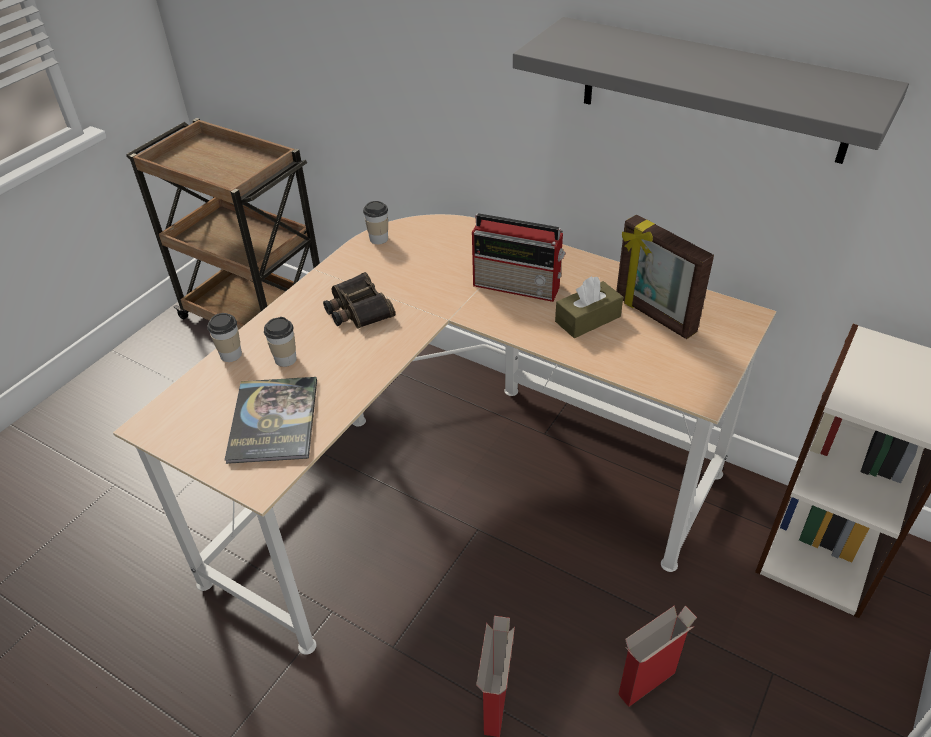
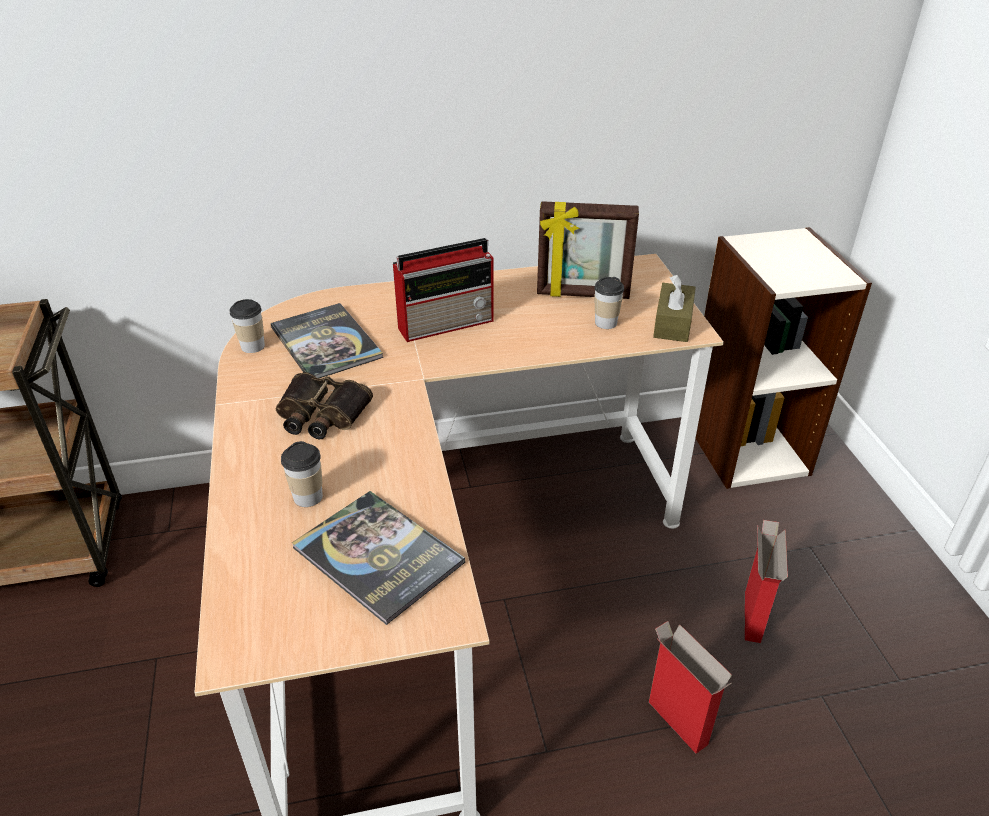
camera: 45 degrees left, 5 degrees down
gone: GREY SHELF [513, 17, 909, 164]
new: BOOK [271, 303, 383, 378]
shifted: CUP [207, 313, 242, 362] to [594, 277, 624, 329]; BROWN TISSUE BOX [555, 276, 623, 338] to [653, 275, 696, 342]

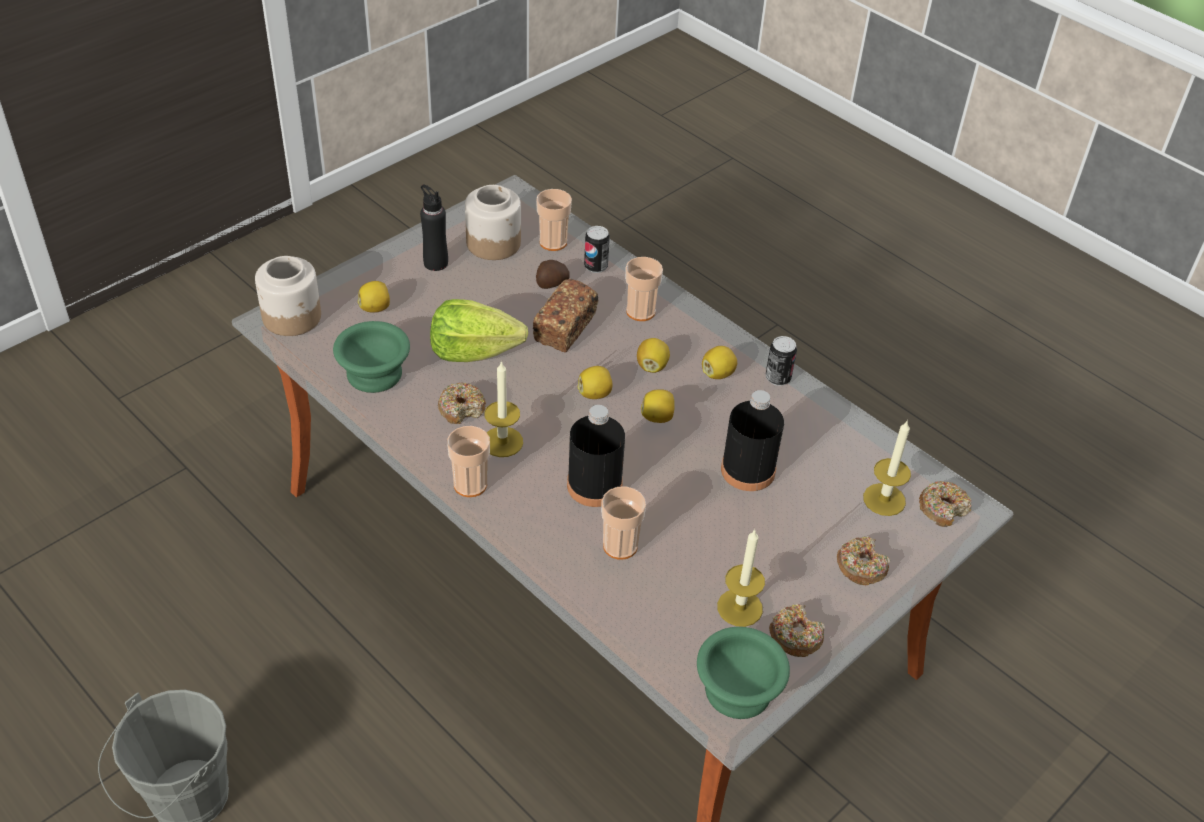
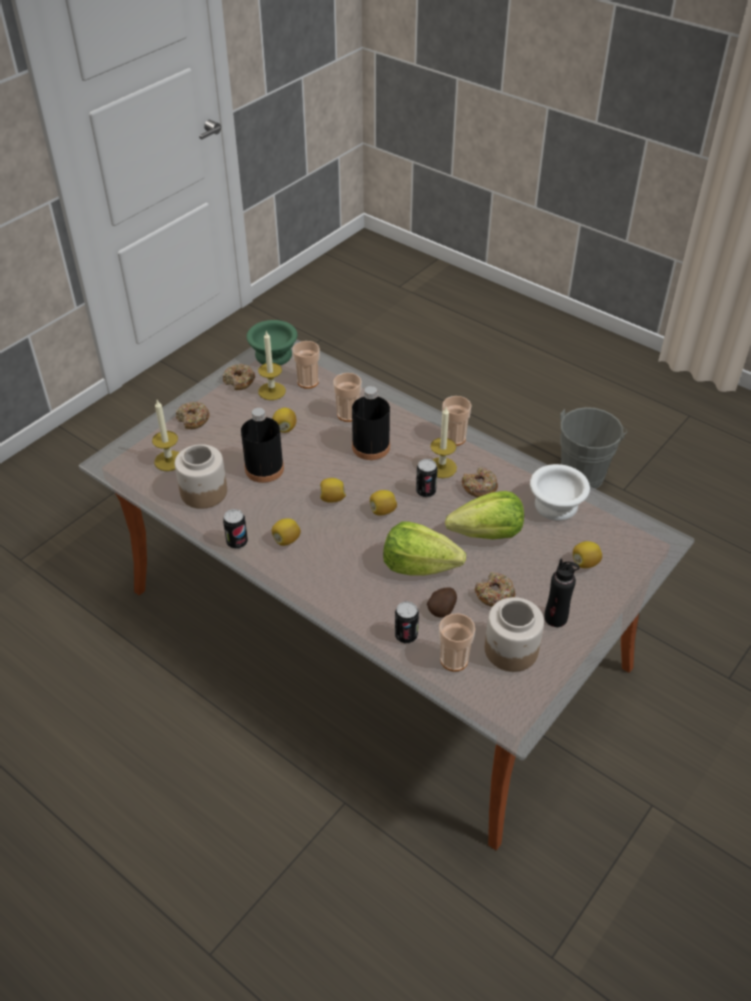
camera: 175 degrees right, 0 degrees up
new: CAN [416, 459, 438, 498]
shifted: JAR [255, 256, 321, 336] to [175, 444, 227, 509]; LEMON [637, 338, 670, 373] to [272, 408, 296, 433]; CUP [625, 257, 663, 321] to [292, 341, 320, 389]; DONUT [919, 481, 972, 527] to [475, 572, 515, 607]
swapped: BREAD [533, 279, 598, 352] to LETTUCE [383, 521, 466, 576]
repainted: GREEN BOWL [333, 321, 410, 393] to WHITE BOWL [530, 464, 590, 521]

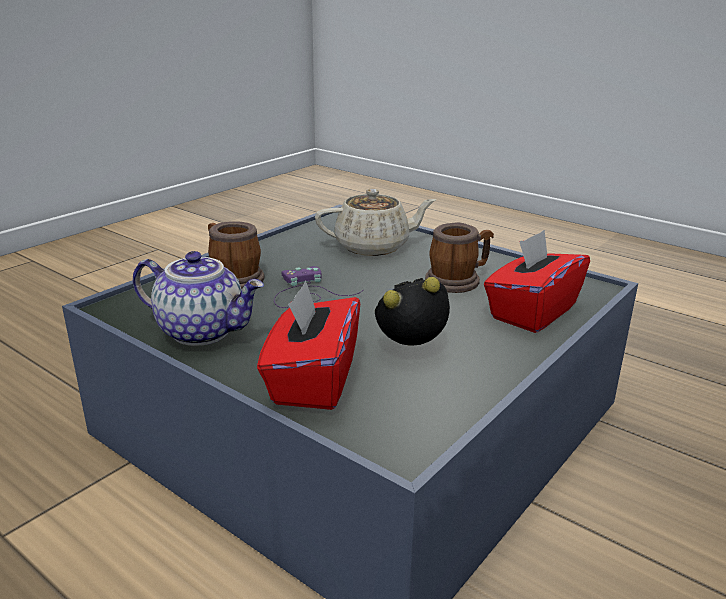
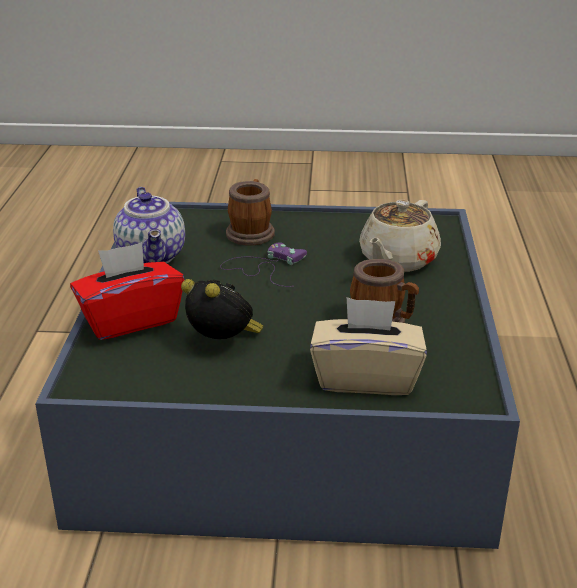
camera: 55 degrees right, 5 degrees up
repainted: RED TISSUE BOX [484, 230, 590, 333] to BEIGE TISSUE BOX [310, 298, 427, 395]
rotated: BEIGE TEAPOT [315, 189, 437, 256] = [359, 200, 441, 272] 75 degrees clockwise

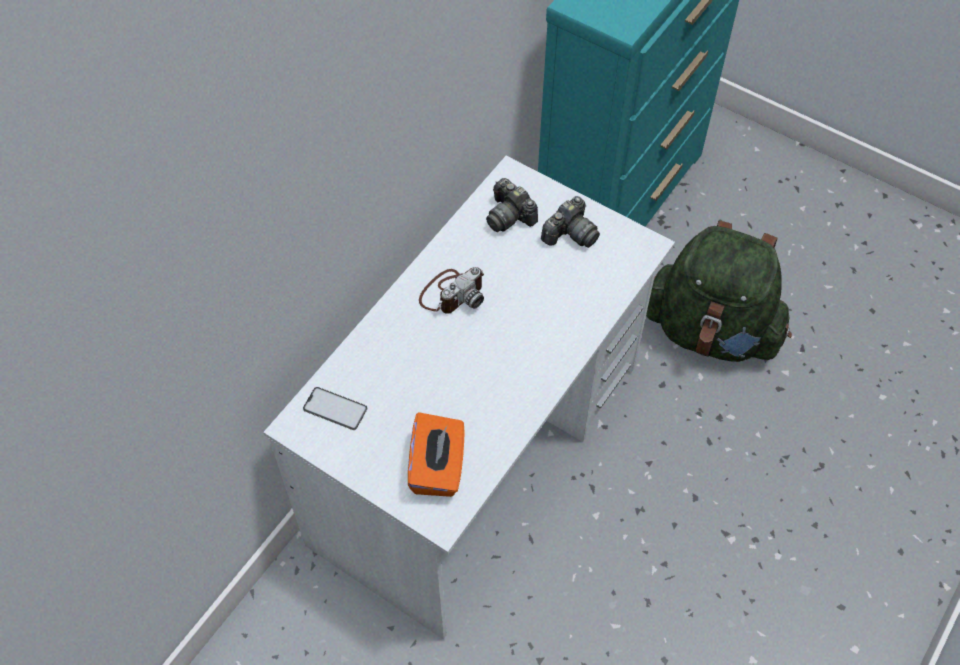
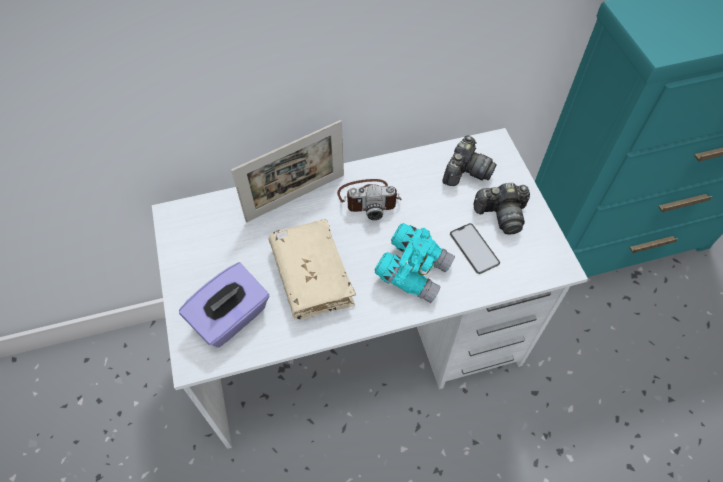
camera: 40 degrees right, 0 degrees up
gone: GREEN BACKPACK [646, 220, 792, 362]
new: PICTURE FRAME [231, 120, 344, 222]; BEIGE BOOK [268, 219, 356, 320]; TURQUOISE BINOCULARS [374, 223, 455, 303]
shifted: PHONE [303, 387, 367, 430] to [450, 223, 500, 274]
repainted: ORANGE TISSUE BOX [408, 412, 465, 497] to PURPLE TISSUE BOX [179, 262, 270, 348]
rotated: PHOTO CAMERA [486, 178, 538, 232] = [442, 136, 497, 186] 150 degrees counterclockwise

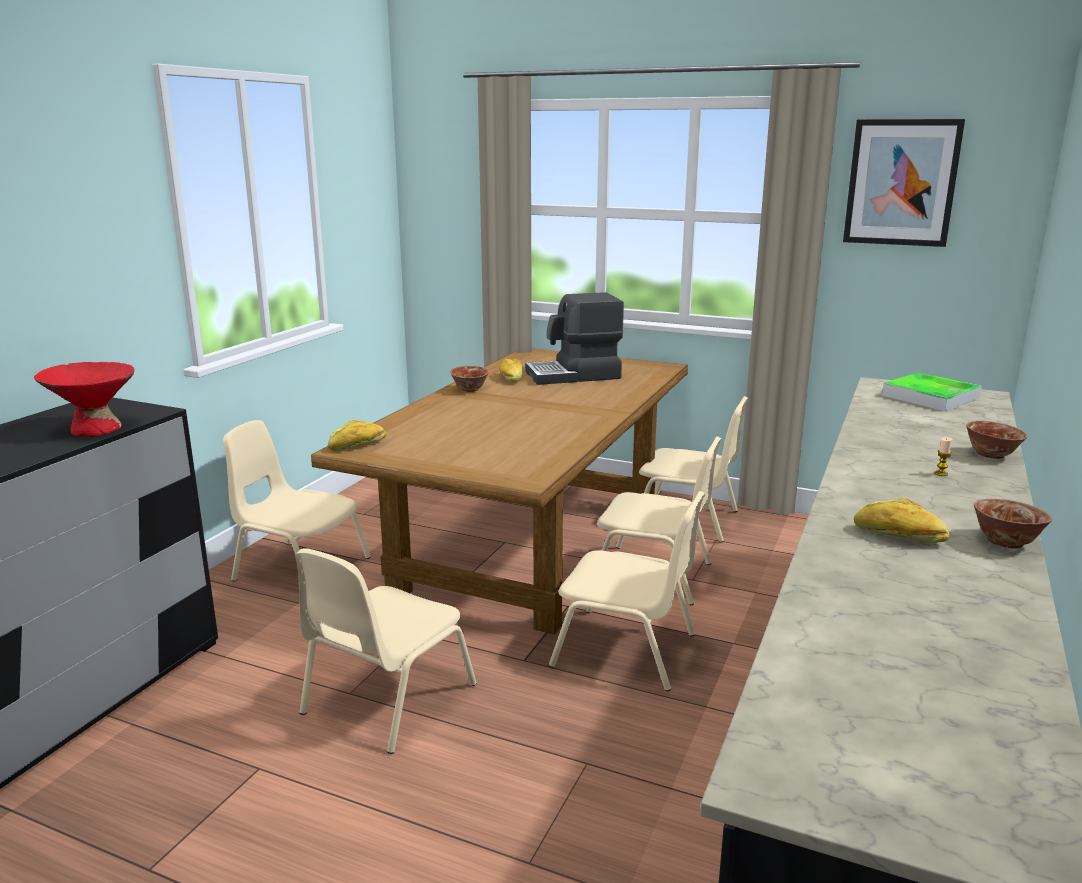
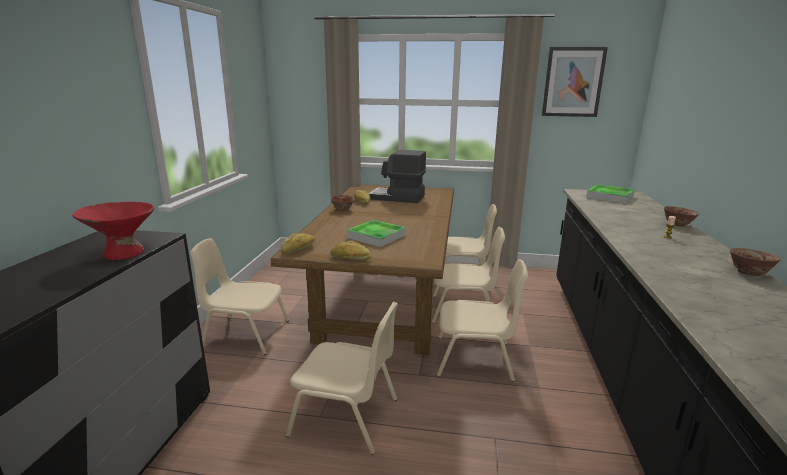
camera: 15 degrees left, 0 degrees up
new: TRAY [347, 220, 406, 247]
shifted: BREAD [854, 499, 949, 543] to [330, 240, 371, 260]
rotated: BEIGE CHAIR [295, 548, 477, 754] = [286, 302, 398, 455] 90 degrees counterclockwise; COFFEE MACHINE [525, 292, 624, 385] = [369, 150, 426, 203] 45 degrees clockwise

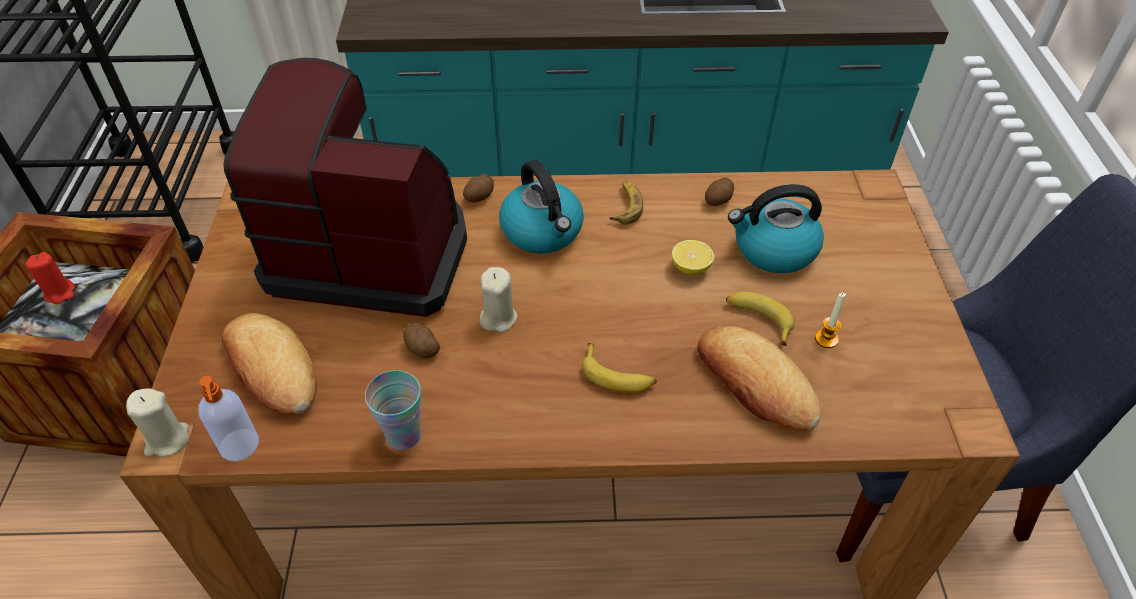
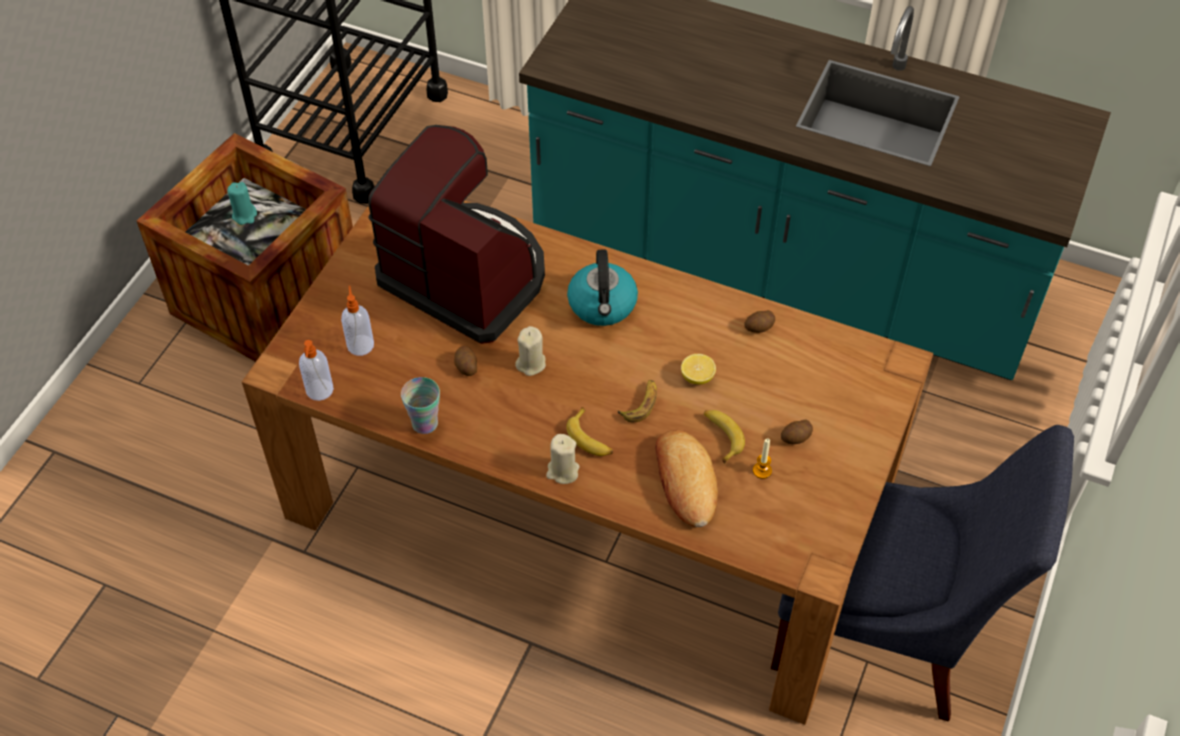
camera: 25 degrees right, 5 degrees up
gone: KETTLE [728, 184, 824, 273]
shifted: BEIGE CANDLE [126, 388, 189, 457] to [546, 434, 580, 484]; BANANA [609, 181, 643, 224] to [617, 380, 657, 422]; POTATO [463, 174, 494, 202] to [781, 419, 813, 444]
swapped: BREAD [222, 313, 317, 415] to SOAP DISPENSER [341, 286, 374, 356]
repainted: RED CANDLE [26, 252, 75, 304] to TURQUOISE CANDLE [227, 182, 257, 225]

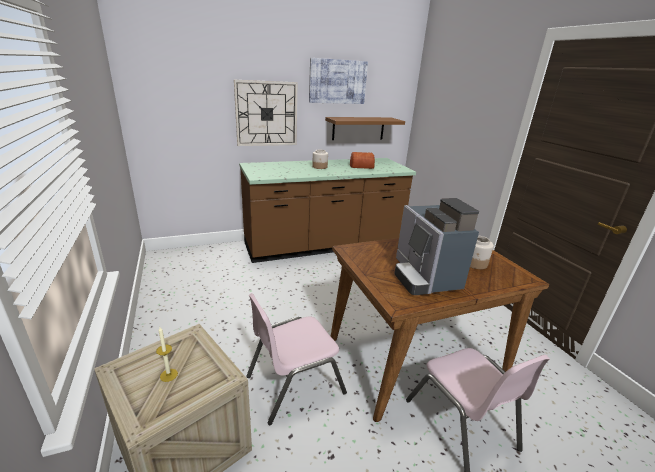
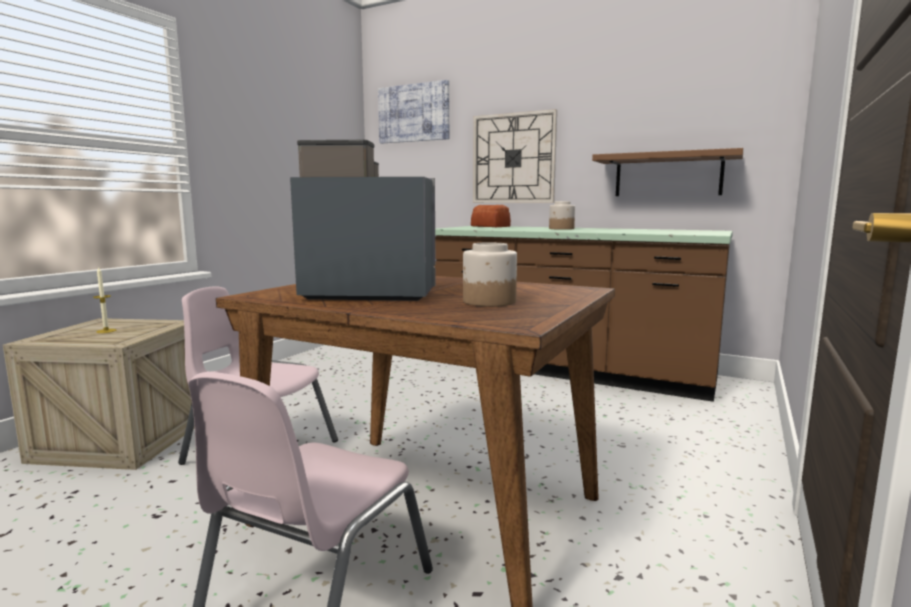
camera: 50 degrees right, 15 degrees down
shifted: PICTURE [309, 58, 368, 104] to [378, 80, 449, 143]; BREAD [350, 152, 375, 169] to [471, 205, 511, 227]
rotated: COFFEE MACHINE [394, 198, 479, 295] = [290, 140, 436, 301] 60 degrees clockwise

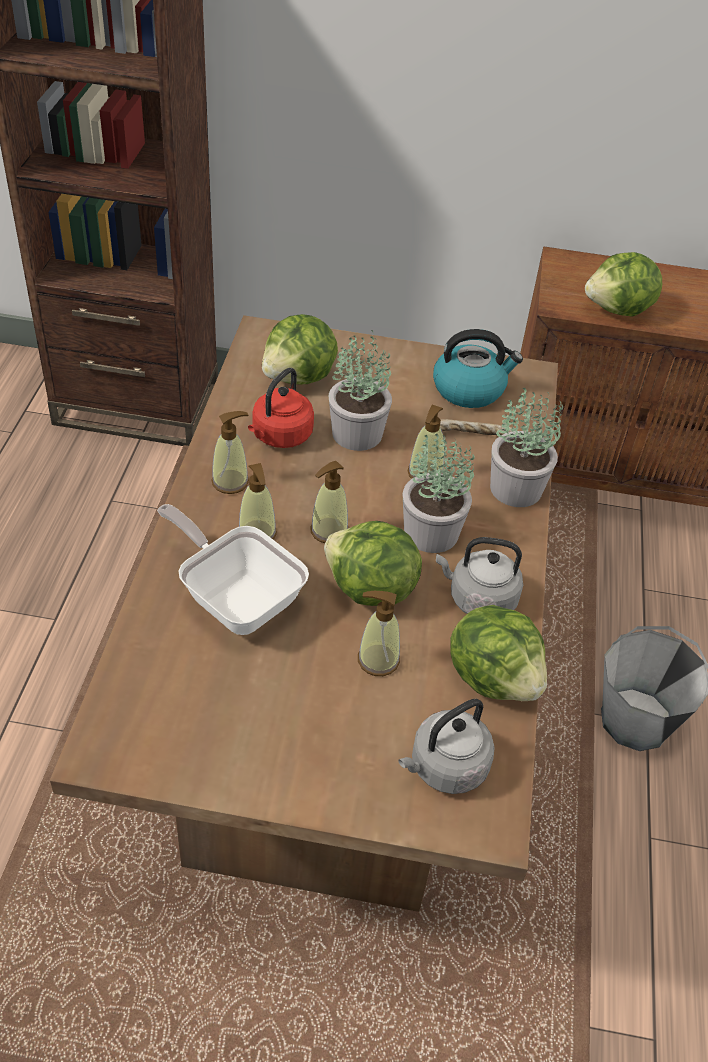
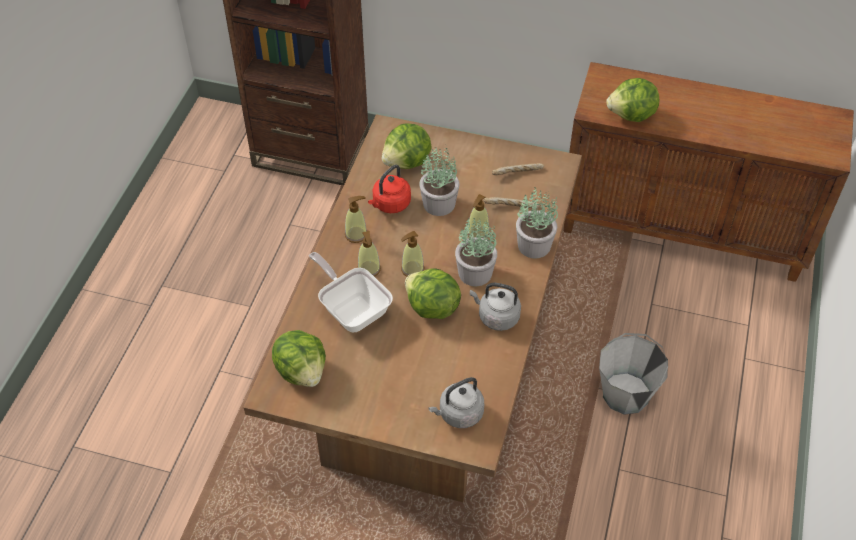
camera: 10 degrees right, 5 degrees up
gone: SOAP DISPENSER [358, 591, 400, 676]
shifted: LETTUCE [450, 605, 547, 701] to [272, 330, 326, 387]
swapped: KETTLE [433, 329, 523, 408] to BREAD [492, 163, 545, 175]

